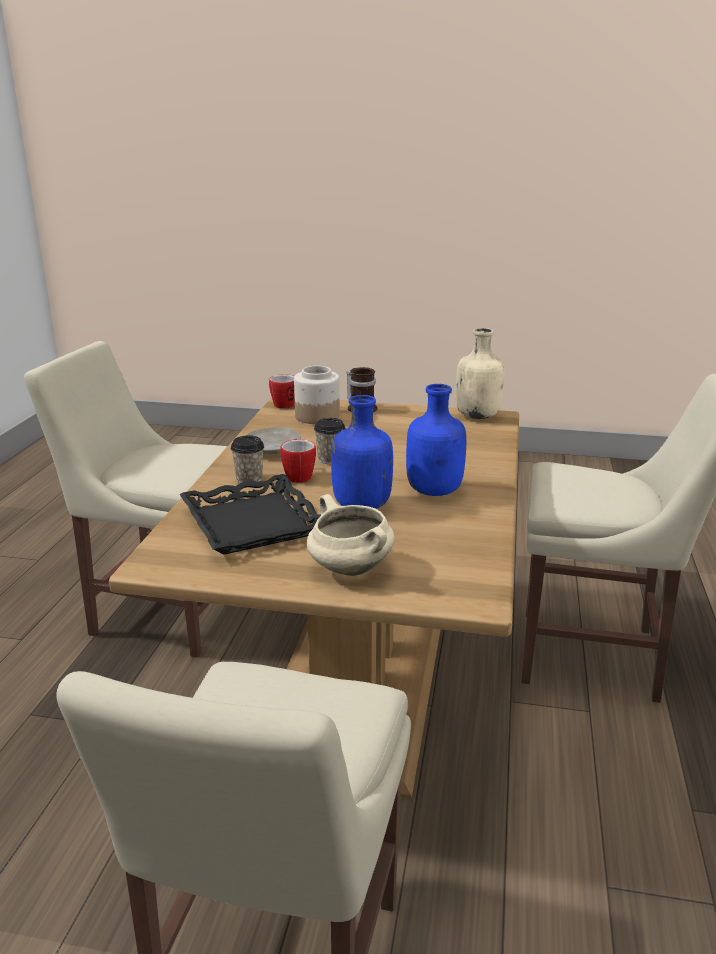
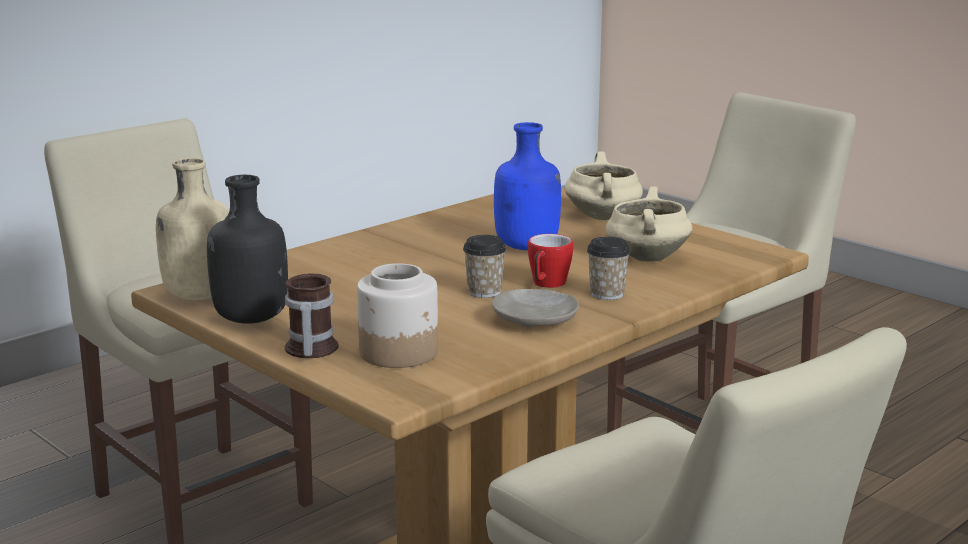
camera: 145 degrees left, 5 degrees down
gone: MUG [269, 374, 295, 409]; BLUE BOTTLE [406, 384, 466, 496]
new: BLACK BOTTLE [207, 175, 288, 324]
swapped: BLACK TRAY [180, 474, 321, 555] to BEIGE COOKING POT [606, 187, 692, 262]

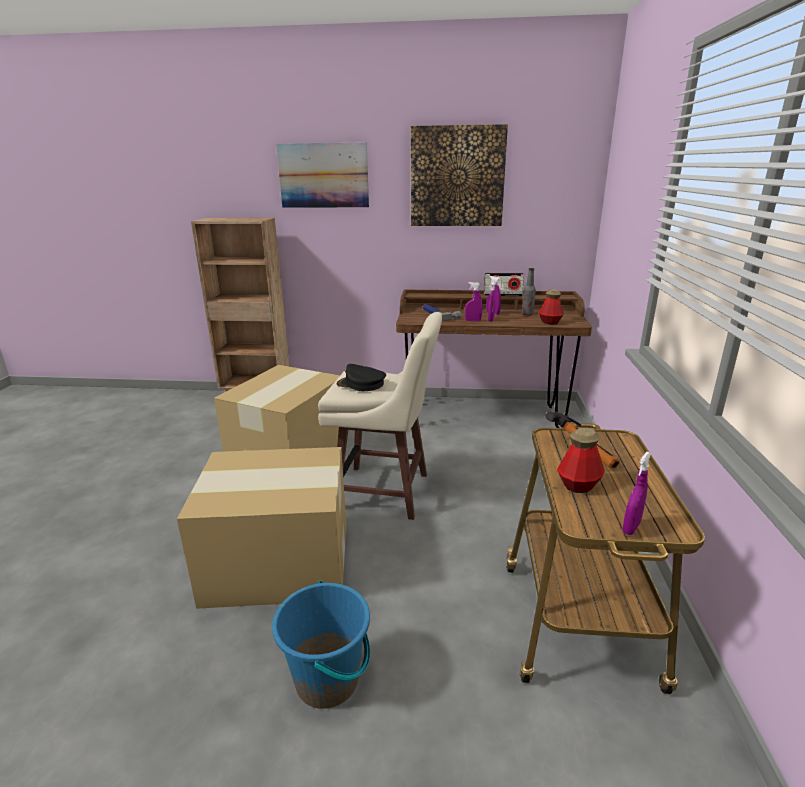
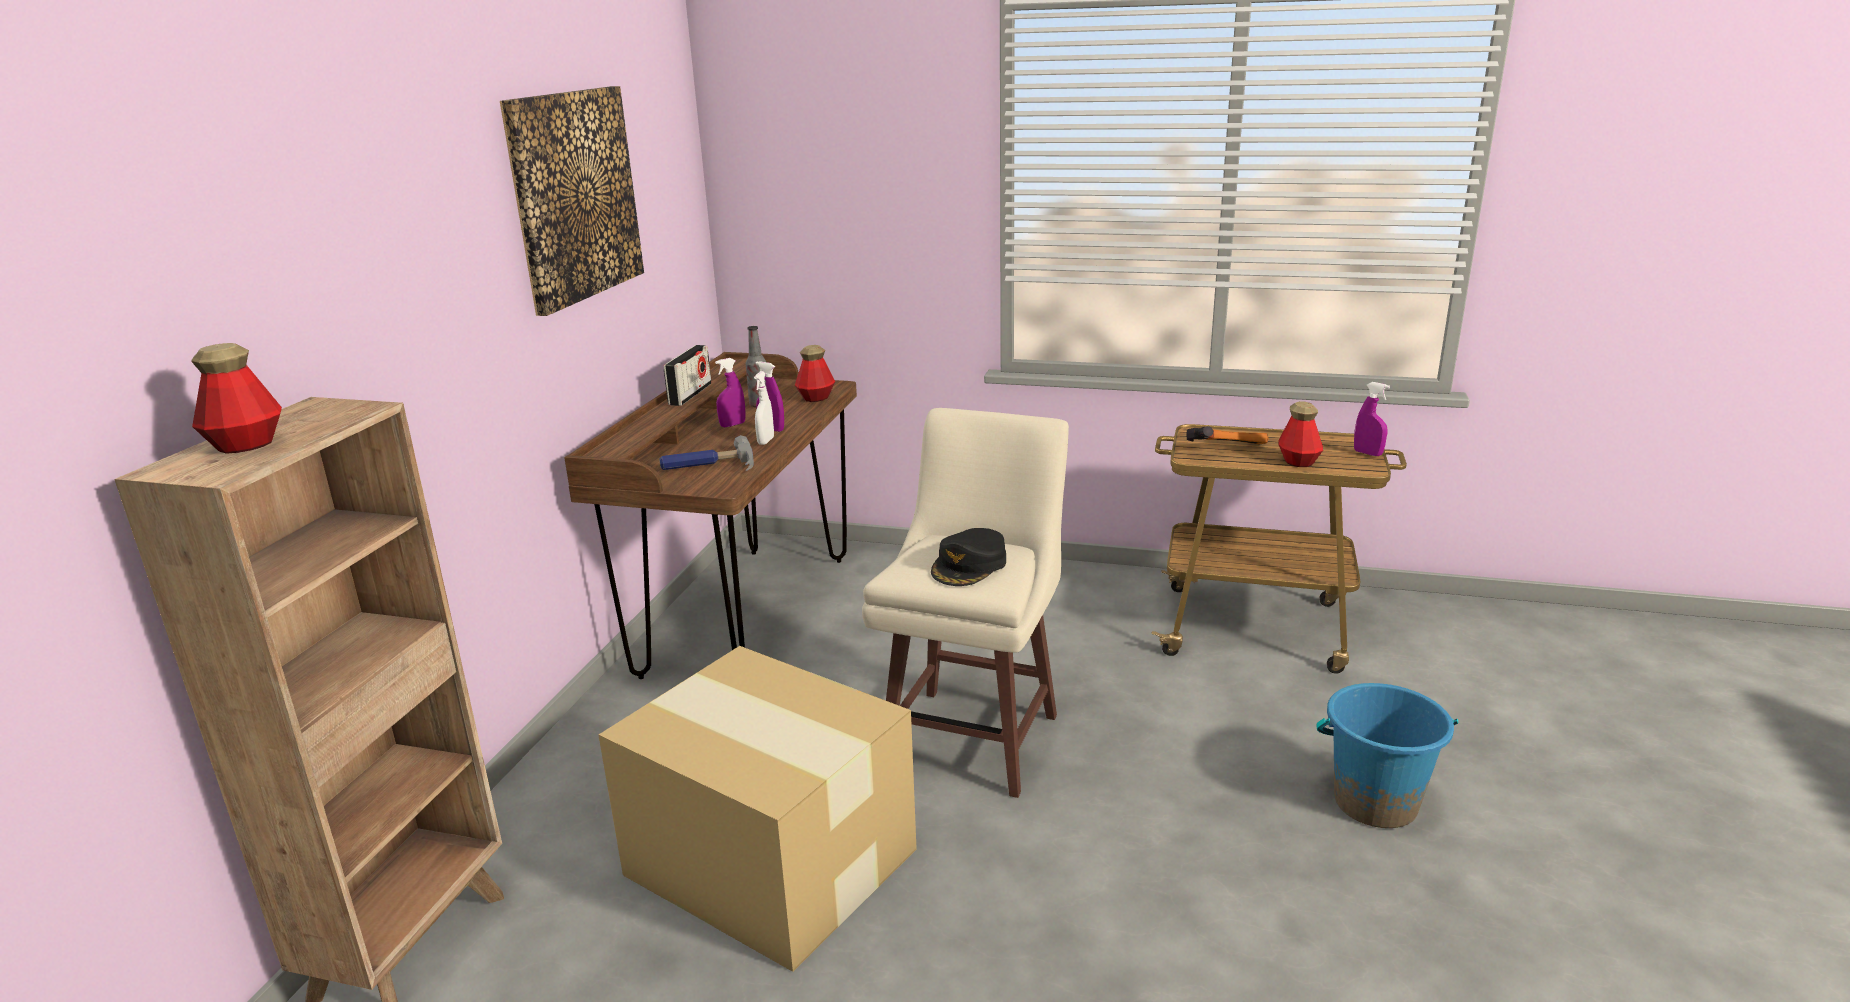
camera: 80 degrees left, 0 degrees up
gone: CARDBOARD BOX [177, 447, 346, 609]; PICTURE [276, 142, 369, 208]
new: BOTTLE [191, 343, 282, 454]
repainted: PURPLE SPRAY BOTTLE [465, 282, 483, 321] to WHITE SPRAY BOTTLE [754, 371, 774, 445]

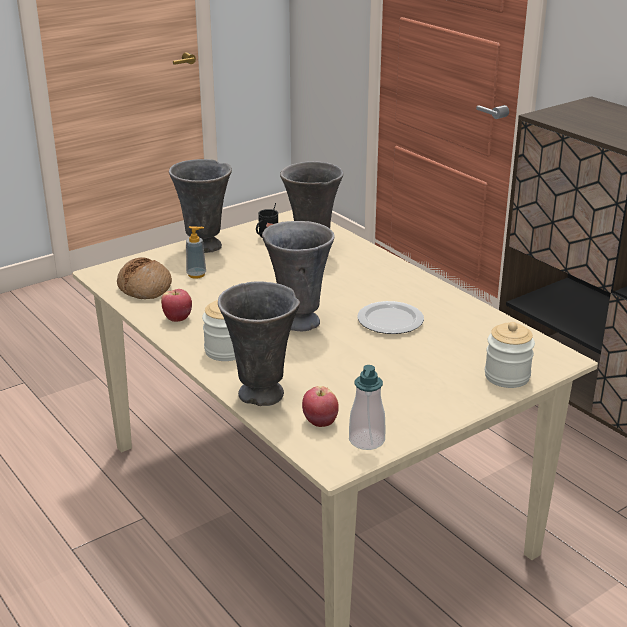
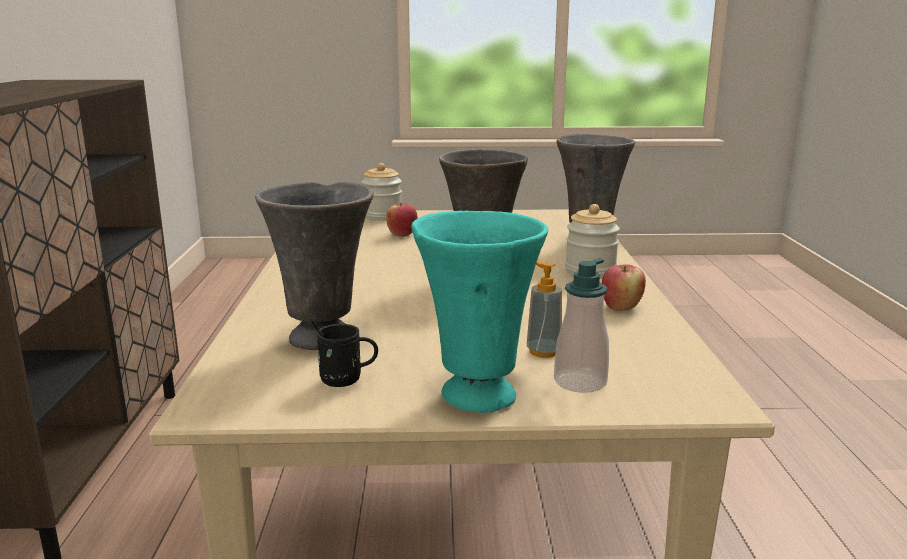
camera: 145 degrees left, 10 degrees down
gone: BREAD [117, 257, 172, 299]; PLATE [357, 301, 424, 334]
shifted: APPLE [302, 386, 339, 427] to [386, 202, 418, 237]; SOAP DISPENSER [349, 365, 386, 450] to [554, 258, 609, 393]
repainted: GREY VASE [169, 159, 232, 253] to TURQUOISE VASE [411, 211, 548, 413]

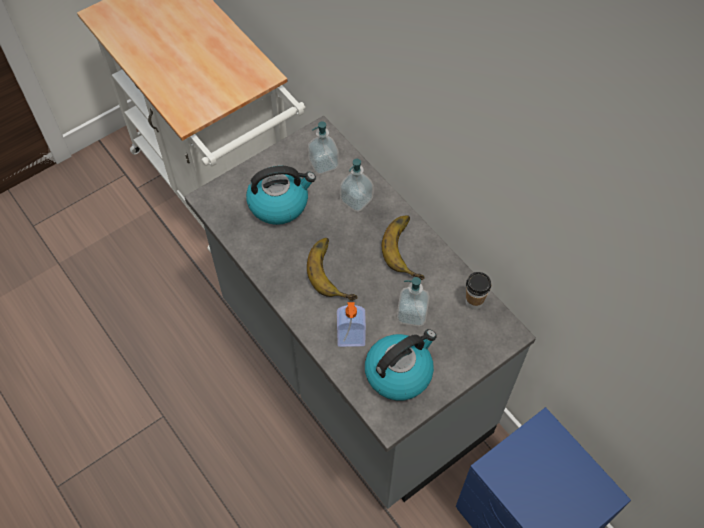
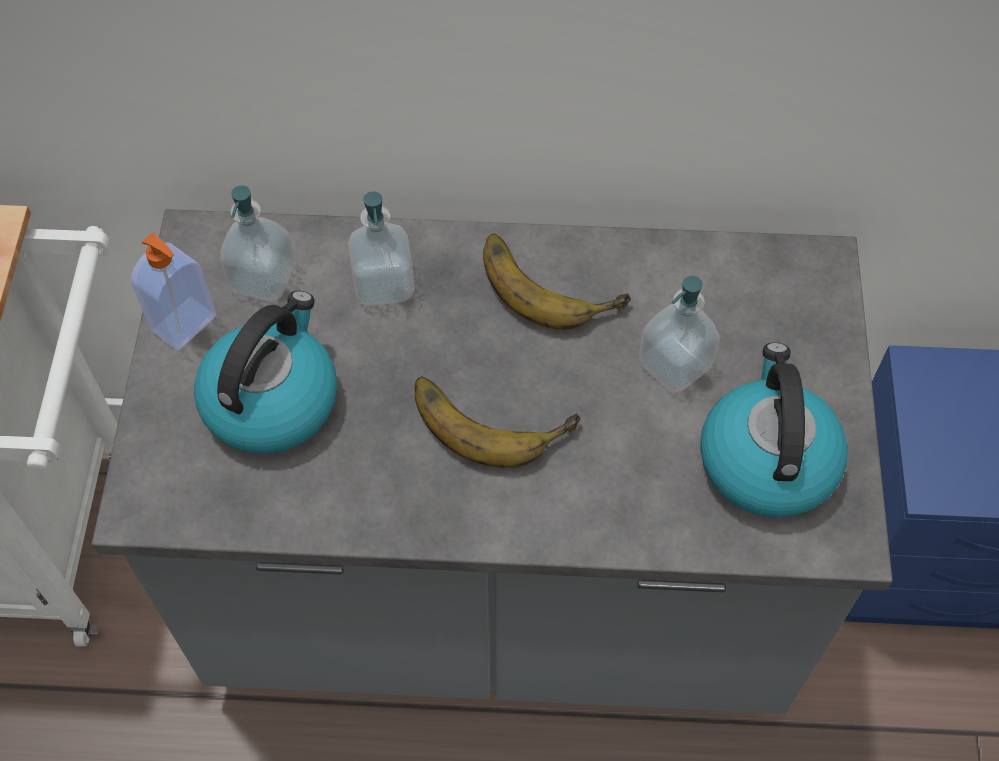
camera: 50 degrees left, 0 degrees up
gone: CUP [466, 272, 491, 310]
shifted: SOAP DISPENSER [337, 302, 366, 347] to [131, 233, 216, 351]

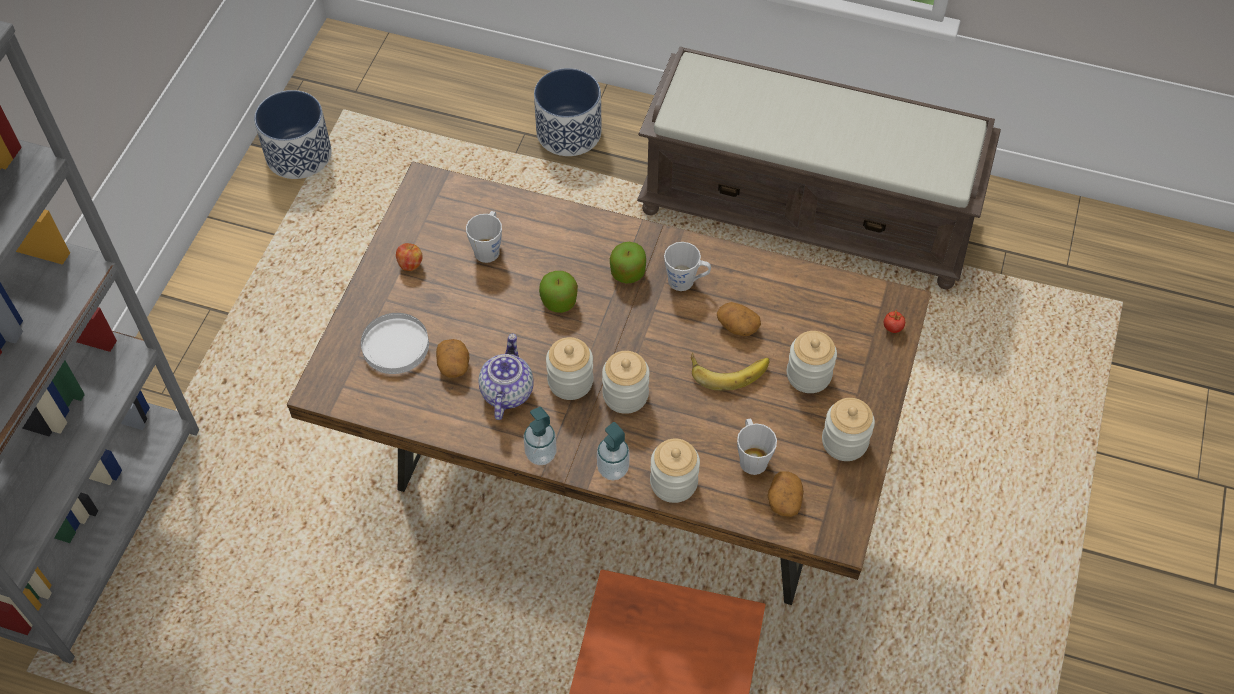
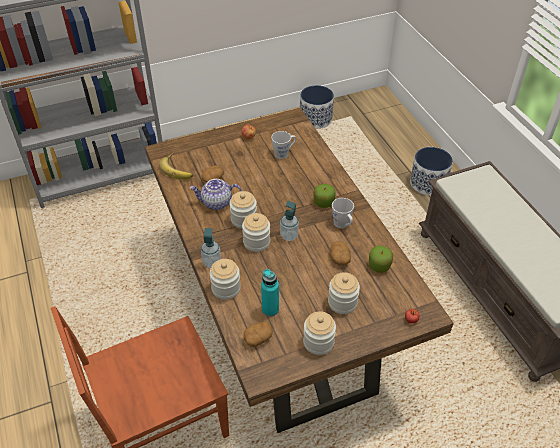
camera: 50 degrees right, 10 degrees down
gone: WHITE PLATE [361, 313, 429, 374]
shifted: BANANA [691, 352, 769, 391] to [159, 153, 193, 180]; SOAP DISPENSER [524, 407, 557, 465] to [280, 201, 299, 241]; APPLE [539, 271, 578, 313] to [369, 245, 393, 273]
swapped: GREY MUG [737, 419, 777, 475] to TURQUOISE BOTTLE [261, 269, 279, 317]
rotated: TEAPOT [479, 333, 534, 420] = [190, 179, 242, 210] 150 degrees counterclockwise

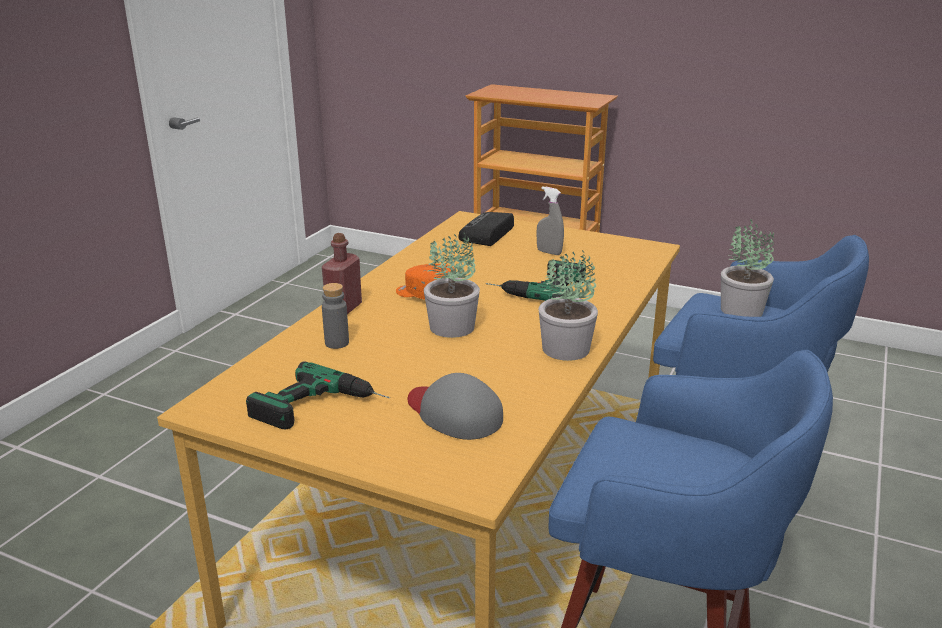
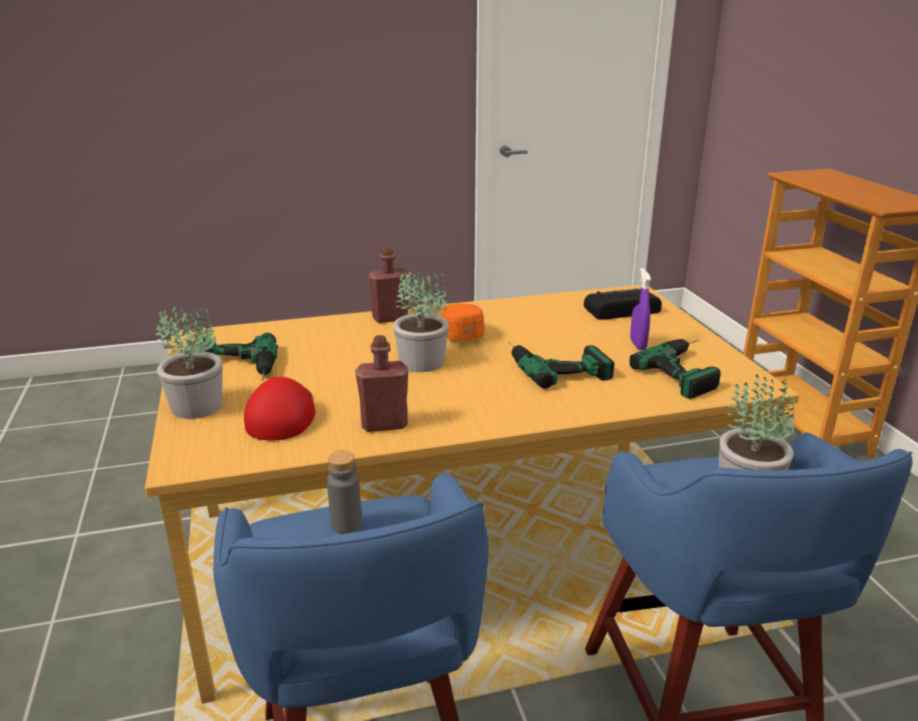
camera: 50 degrees right, 0 degrees up
new: RED BOTTLE [355, 335, 408, 432]; POWER DRILL [629, 339, 721, 399]
shifted: POTTED PLANT [539, 250, 598, 361] to [156, 304, 223, 419]; GREY BOTTLE [322, 283, 349, 349] to [327, 450, 362, 533]
repainted: GREY CAP [408, 373, 503, 440] to RED CAP [244, 377, 315, 440]; GREY SPRAY BOTTLE [537, 186, 564, 255] to PURPLE SPRAY BOTTLE [630, 268, 651, 350]

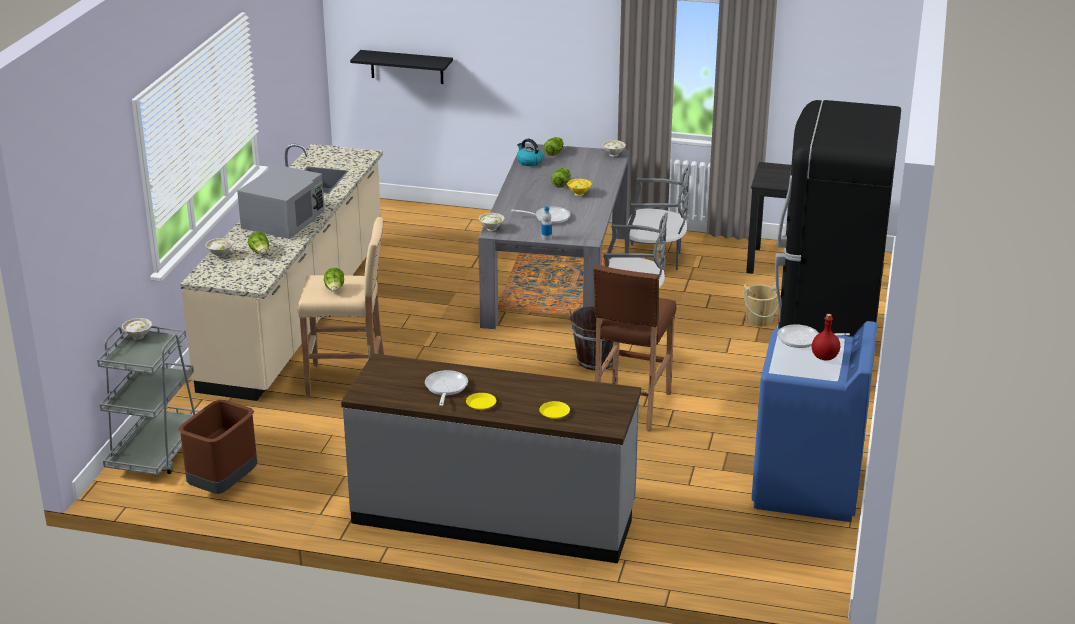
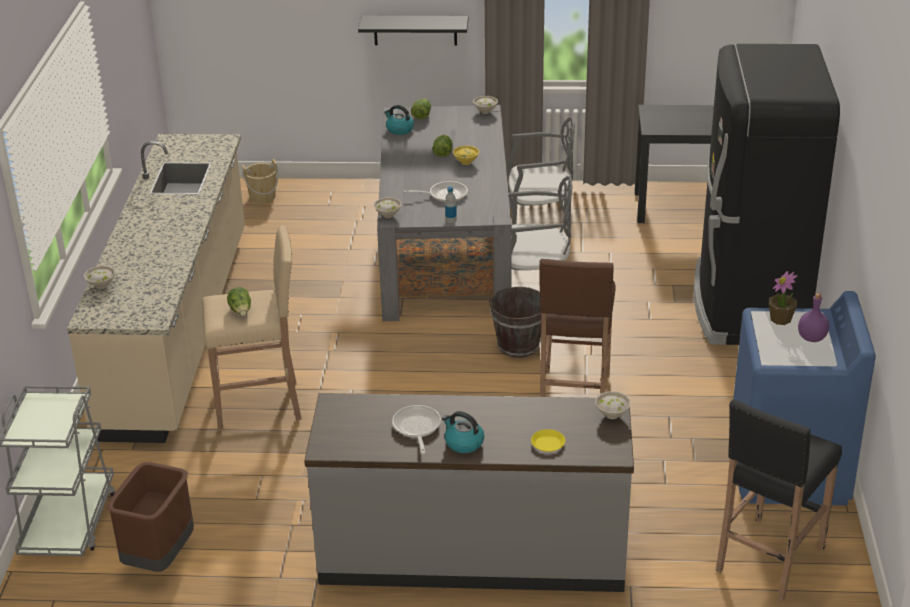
camera: 10 degrees left, 5 degrees up
gone: GREY MICROWAVE [237, 165, 325, 239]; LETTUCE [248, 231, 269, 254]
new: BLACK STOOL [716, 399, 842, 601]
shifted: BEIGE BUCKET [743, 282, 780, 327] to [242, 159, 278, 204]; BLACK SHELF [350, 50, 453, 84] to [358, 16, 468, 46]; WHITE BOWL [122, 318, 152, 340] to [595, 391, 631, 419]
swapped: YELLOW PLATE [466, 393, 496, 410] to KETTLE [442, 411, 484, 453]; FRYING PAN [777, 324, 850, 348] to POTTED PLANT [769, 271, 797, 325]
repainted: RED BOTTLE [812, 314, 840, 361] to PURPLE BOTTLE [798, 293, 829, 342]

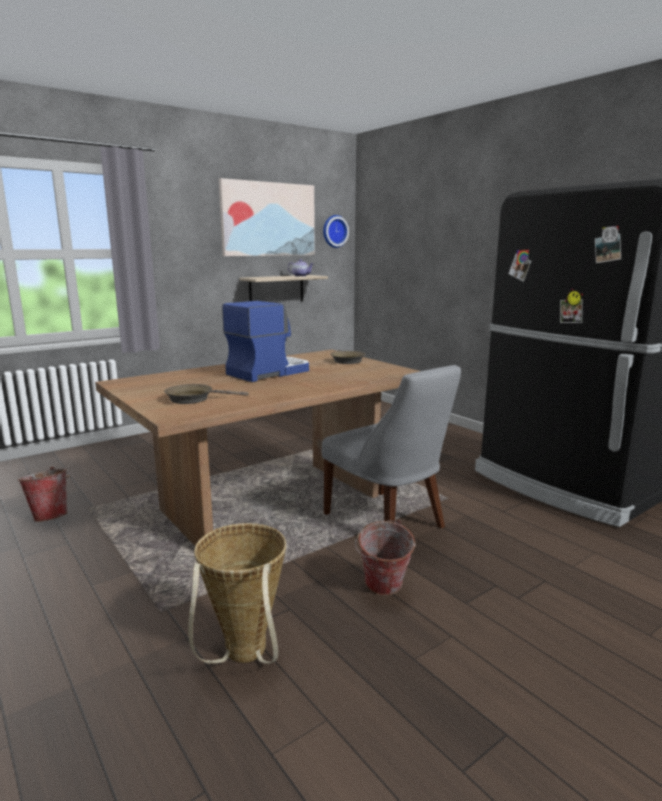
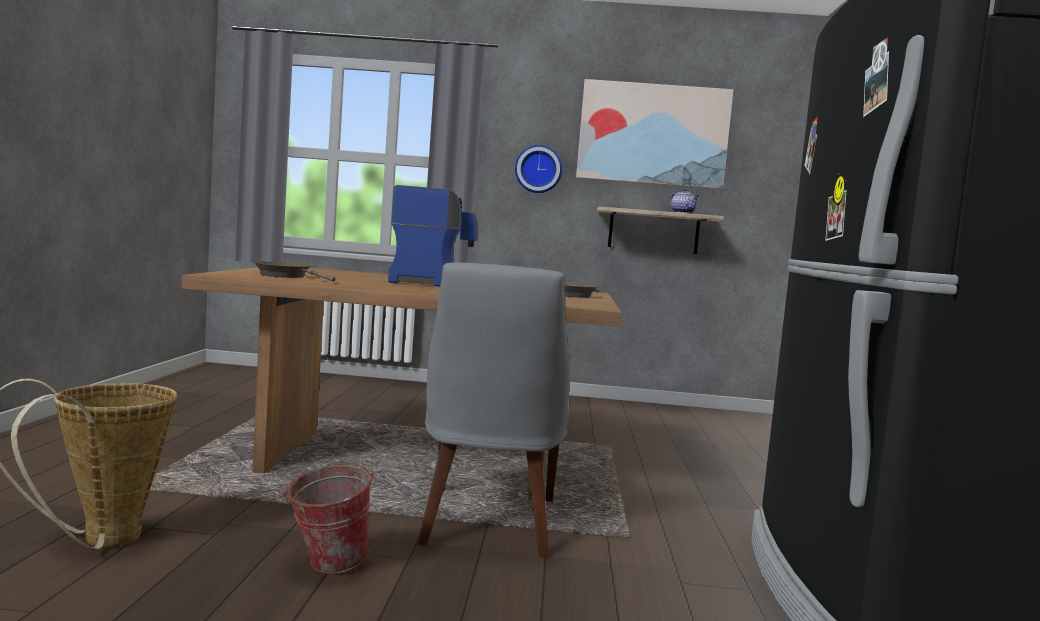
camera: 40 degrees right, 10 degrees down
gone: BUCKET [18, 467, 71, 522]
shifted: WALL CLOCK [323, 215, 349, 248] to [515, 145, 562, 193]

